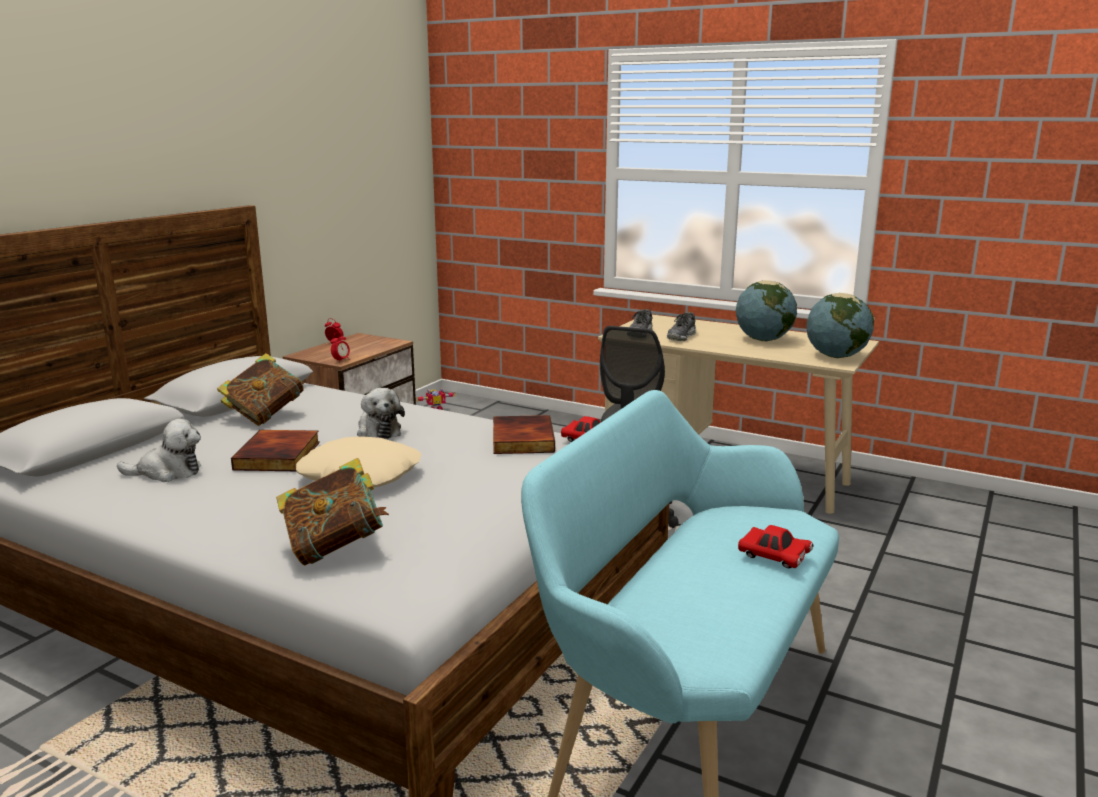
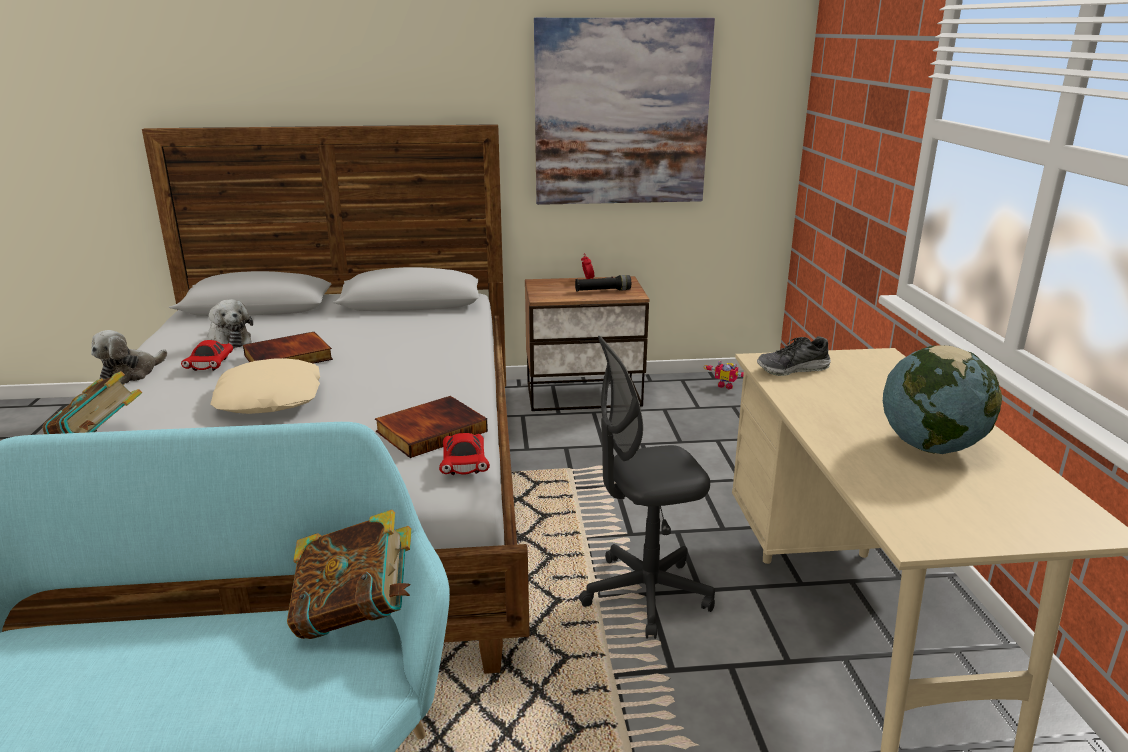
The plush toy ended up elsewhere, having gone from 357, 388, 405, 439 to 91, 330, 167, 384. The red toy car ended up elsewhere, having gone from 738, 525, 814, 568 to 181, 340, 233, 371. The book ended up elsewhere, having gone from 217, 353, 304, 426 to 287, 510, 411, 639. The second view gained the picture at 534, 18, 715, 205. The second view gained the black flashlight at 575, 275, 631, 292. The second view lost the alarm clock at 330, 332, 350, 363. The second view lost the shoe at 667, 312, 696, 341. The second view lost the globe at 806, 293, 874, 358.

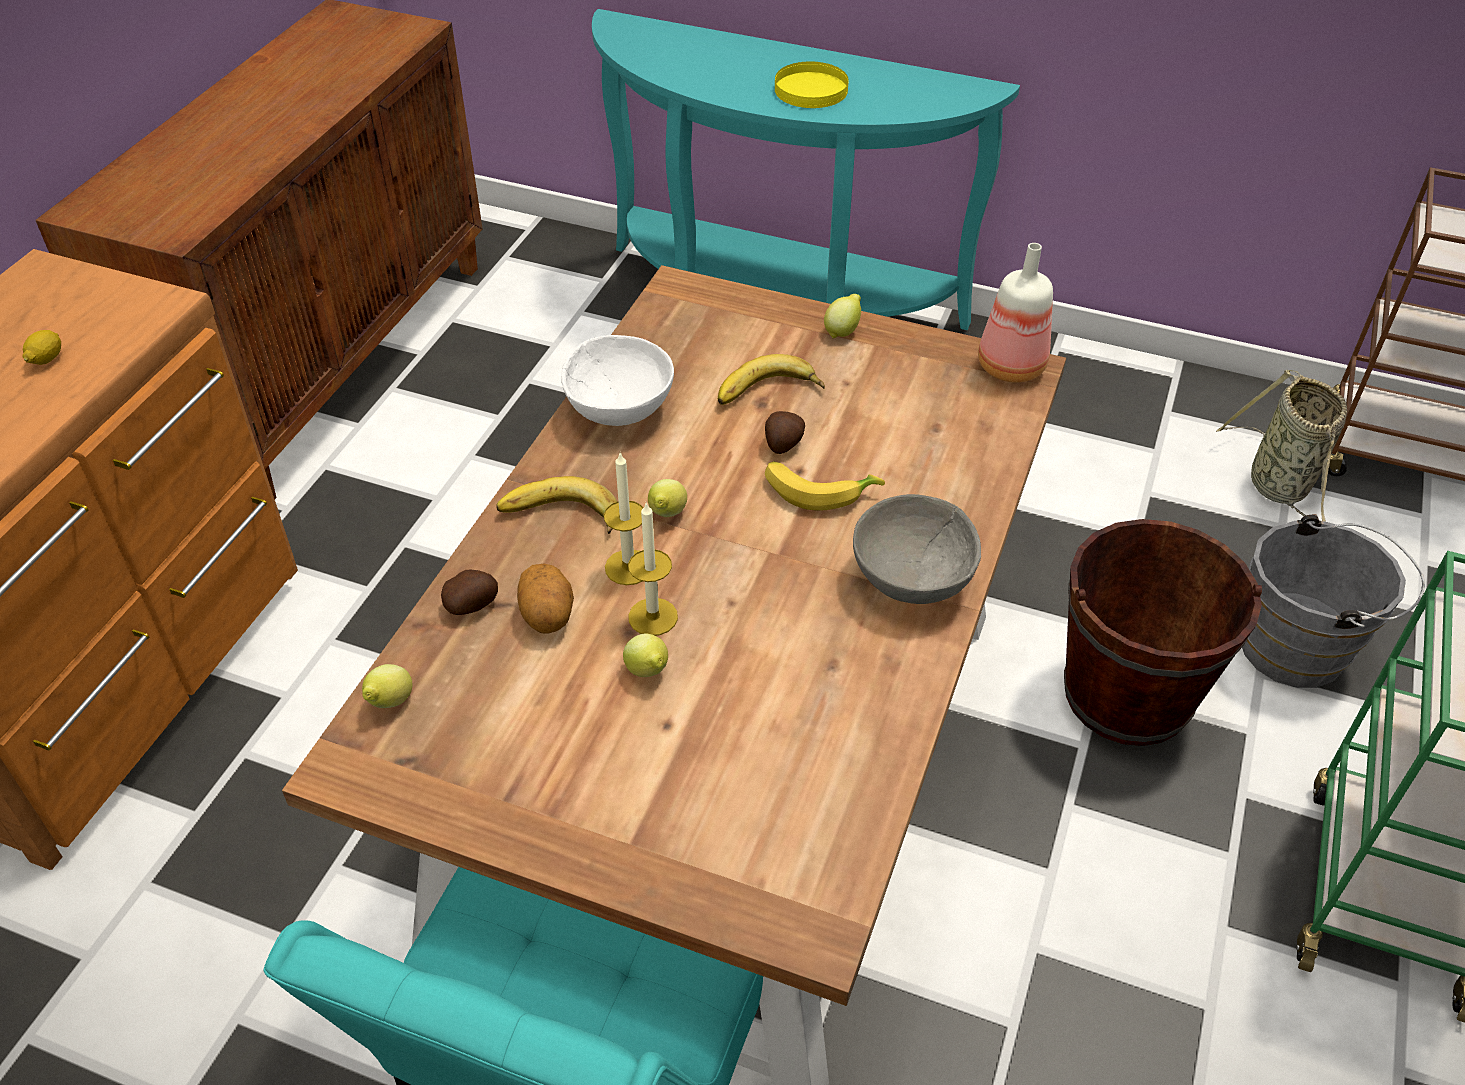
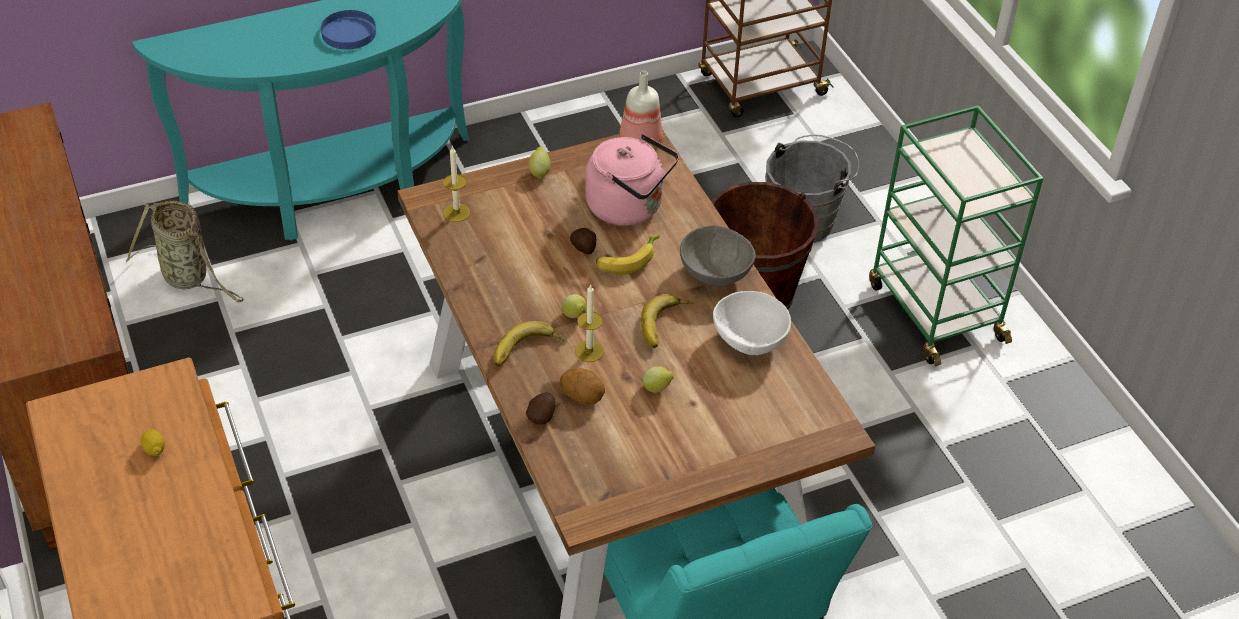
The basket ended up elsewhere, having gone from 1216, 370, 1347, 522 to 126, 201, 244, 302. What was the yellow plate at 775, 61, 849, 108 turned into the blue plate at 321, 10, 376, 50. The candle ended up elsewhere, having gone from 628, 502, 678, 636 to 443, 146, 470, 222. The second view gained the pink kettle at 585, 134, 679, 226. The banana ended up elsewhere, having gone from 718, 354, 825, 405 to 641, 294, 694, 348. The white bowl ended up elsewhere, having gone from 561, 335, 674, 426 to 713, 291, 791, 355. The second view lost the lemon at 362, 664, 412, 708.

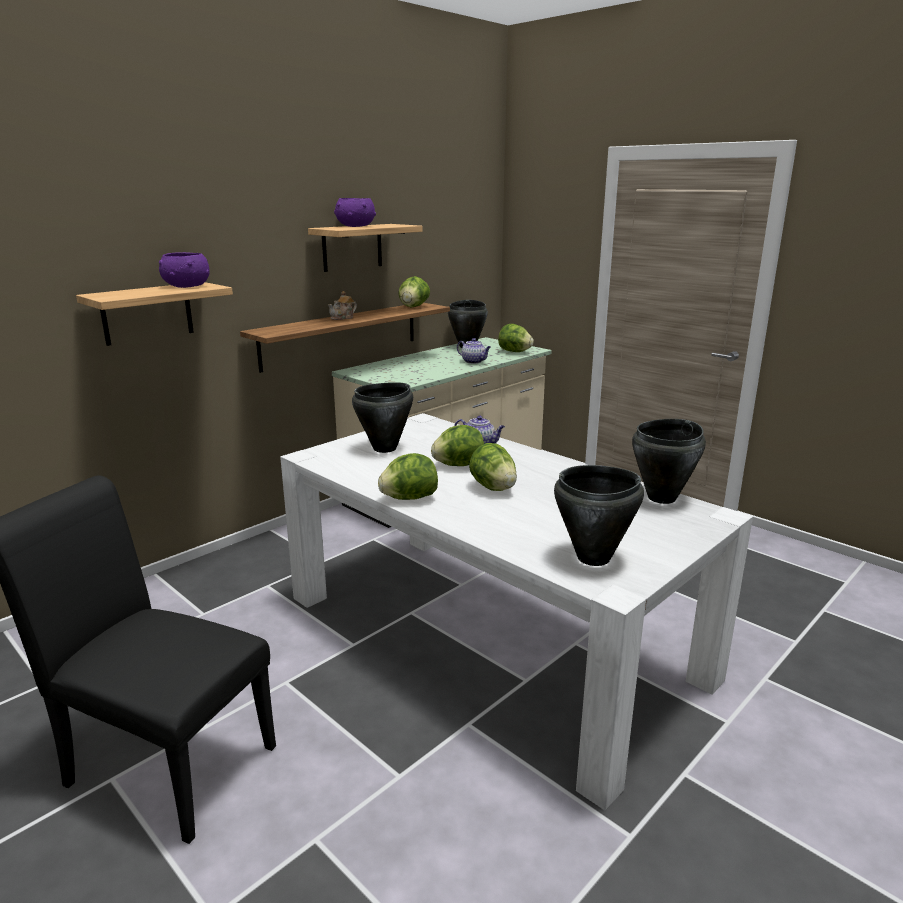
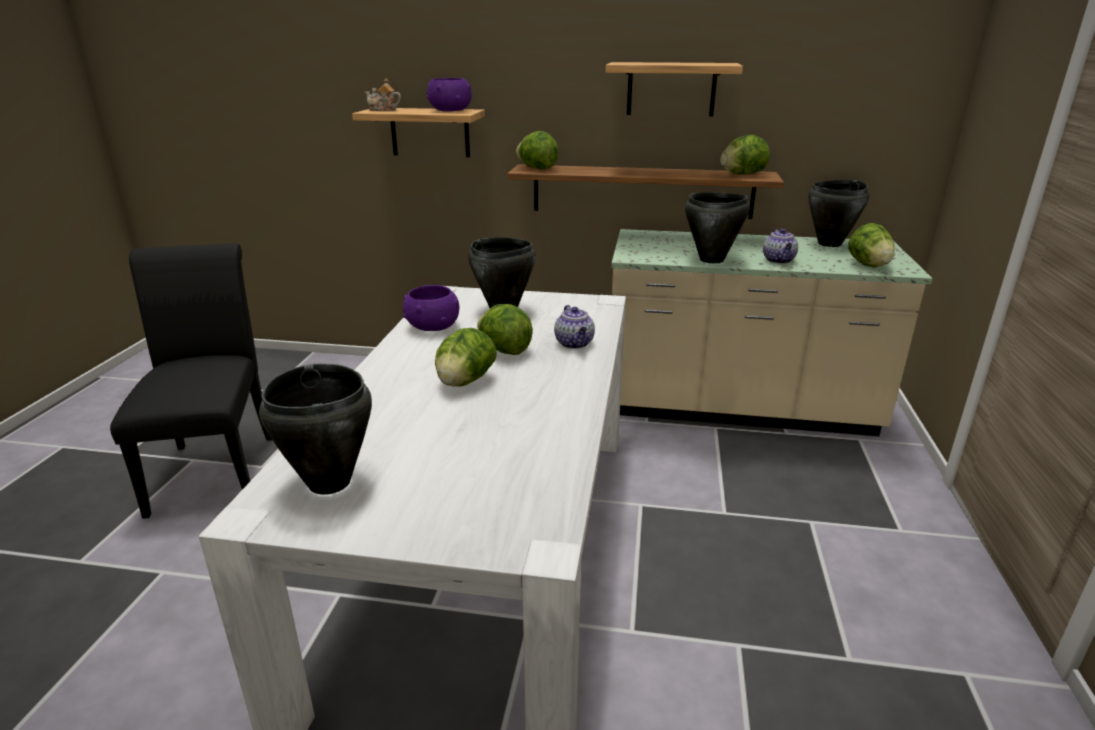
The teapot ended up elsewhere, having gone from 328, 291, 357, 320 to 365, 78, 401, 111. The purple bowl ended up elsewhere, having gone from 334, 198, 376, 227 to 403, 285, 459, 331. The lettuce ended up elsewhere, having gone from 378, 453, 438, 500 to 516, 131, 559, 169. The black cooking pot ended up elsewhere, having gone from 632, 419, 706, 504 to 685, 192, 750, 263.

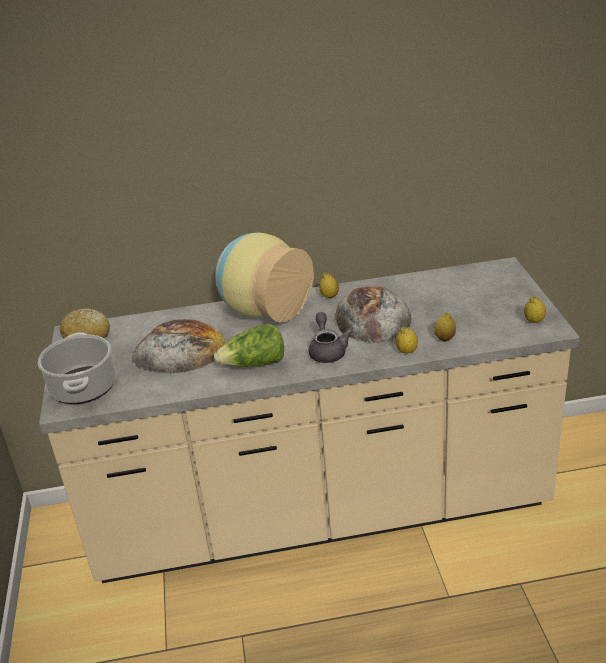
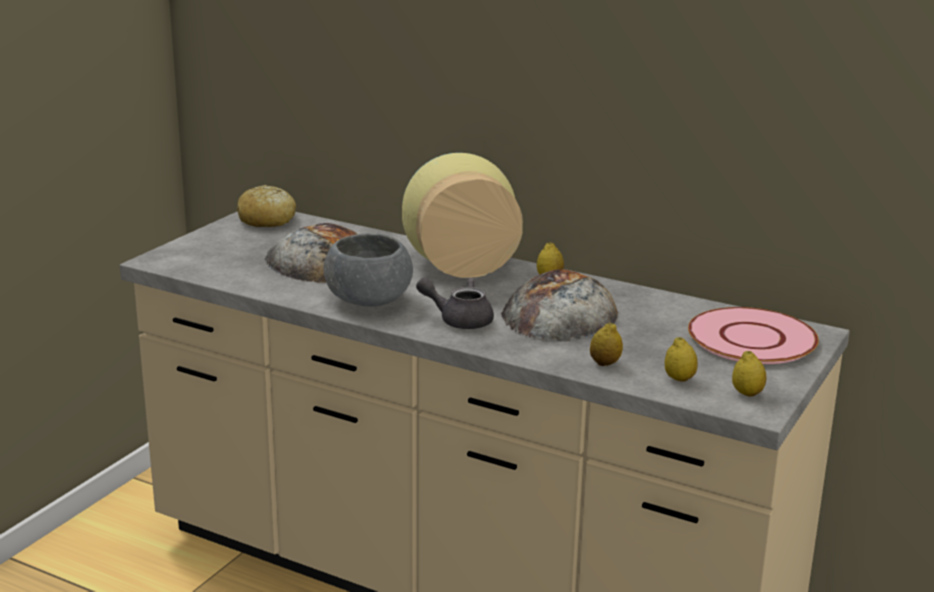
Where the lettuce stood at 214, 323, 284, 367, the grey bowl came to stand at 324, 233, 413, 307. The grey teapot at 309, 312, 352, 363 ended up facing another way, 105 degrees counterclockwise from before. The lemon ended up elsewhere, having gone from 396, 327, 418, 354 to 665, 337, 698, 382. The second view gained the pink plate at 688, 307, 819, 364. The second view lost the cooking pot at 38, 332, 116, 404.

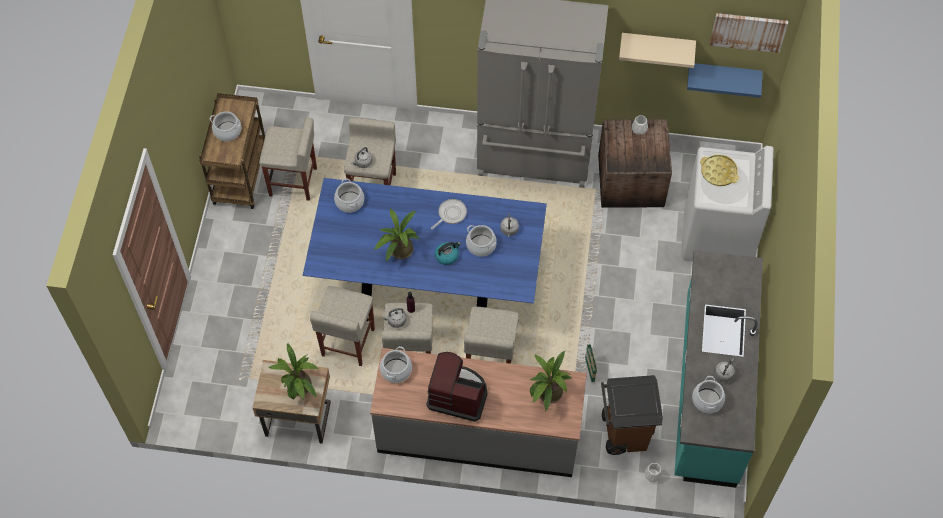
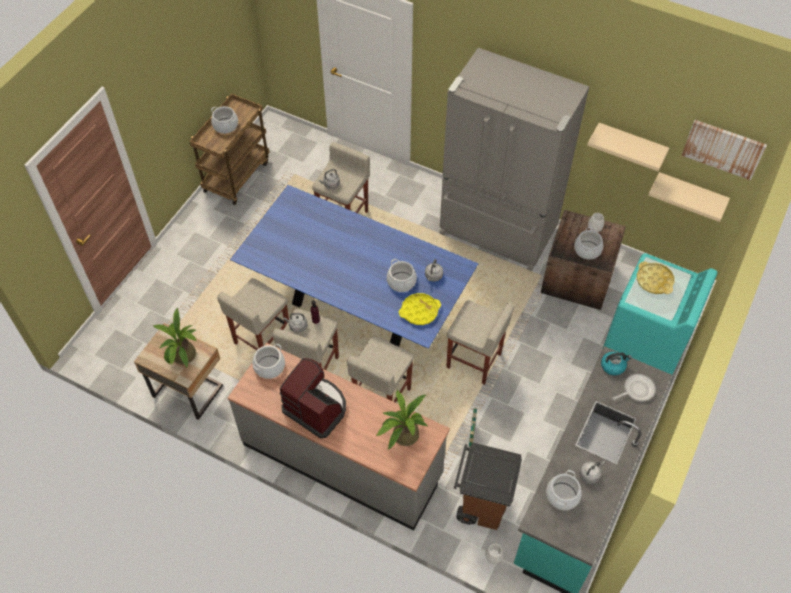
The second view gained the yellow tray at 399, 293, 441, 325. The beige stool ended up elsewhere, having gone from 259, 117, 317, 201 to 446, 300, 514, 385. The cooking pot ended up elsewhere, having gone from 334, 178, 364, 213 to 574, 227, 603, 260. The kettle ended up elsewhere, having gone from 435, 242, 461, 265 to 601, 352, 632, 375. What was the white washing machine at 681, 146, 774, 262 turned into the turquoise washing machine at 602, 253, 717, 379. The frying pan ended up elsewhere, having gone from 431, 199, 467, 230 to 612, 374, 656, 402. What was the blue shelf at 687, 63, 763, 98 turned into the beige shelf at 648, 172, 730, 222. The second view lost the potted plant at 373, 209, 419, 261.

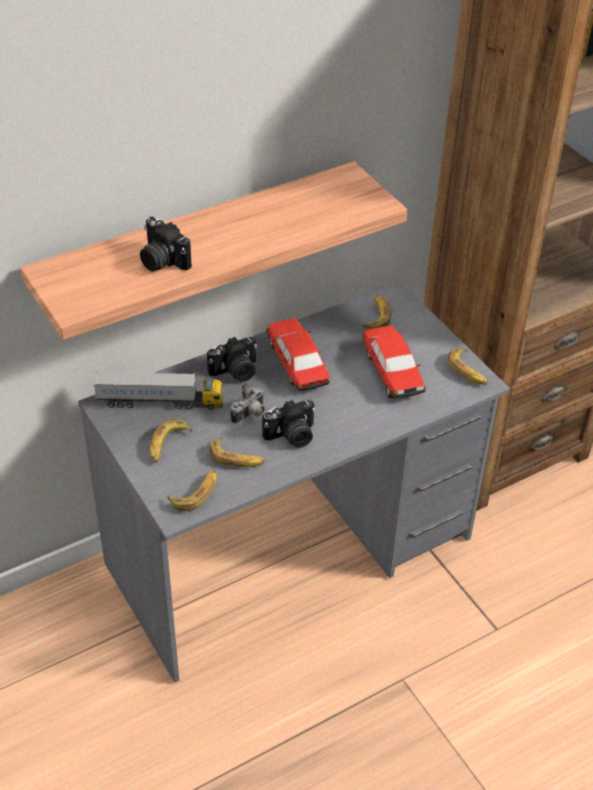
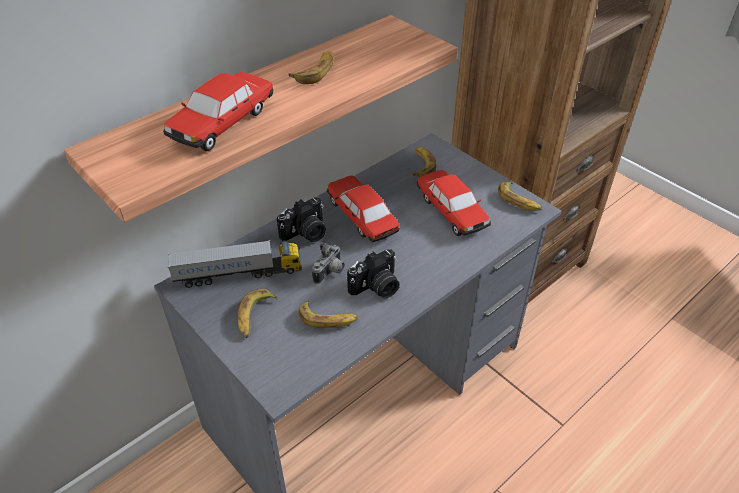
Where the photo camera stood at 140, 217, 192, 271, the toy car came to stand at 163, 72, 274, 151. The banana ended up elsewhere, having gone from 167, 471, 217, 511 to 288, 52, 334, 84.

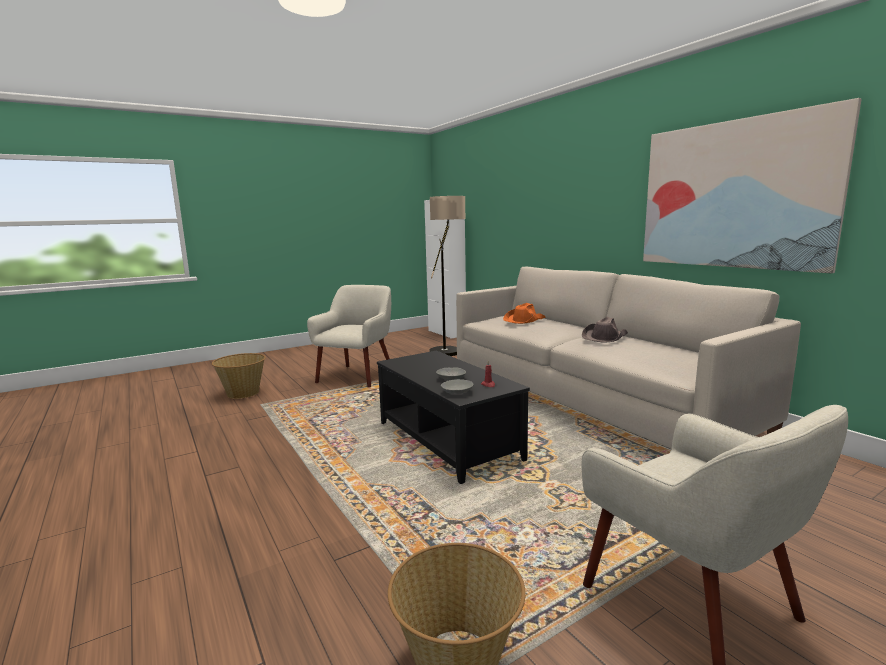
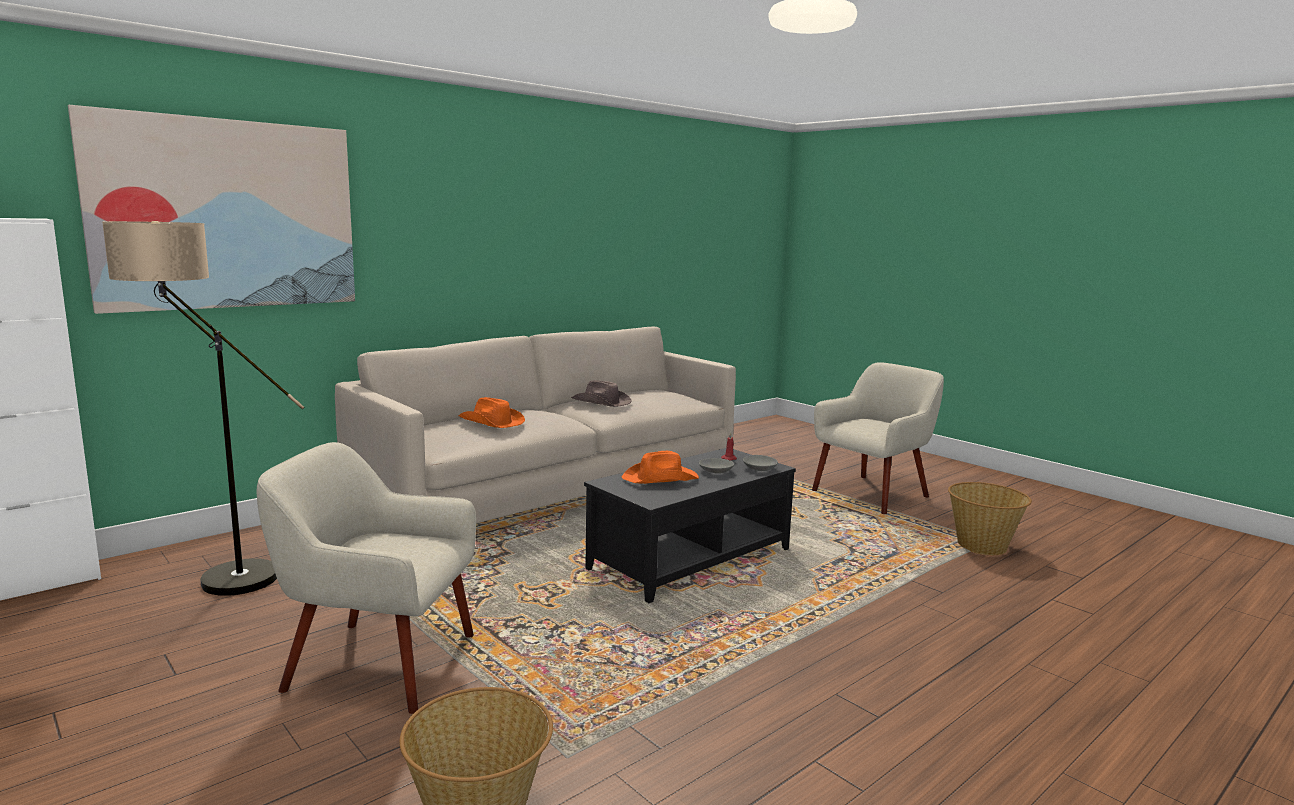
The picture ended up elsewhere, having gone from 643, 98, 862, 273 to 68, 105, 355, 314. The second view gained the orange hat at 622, 451, 699, 484.

